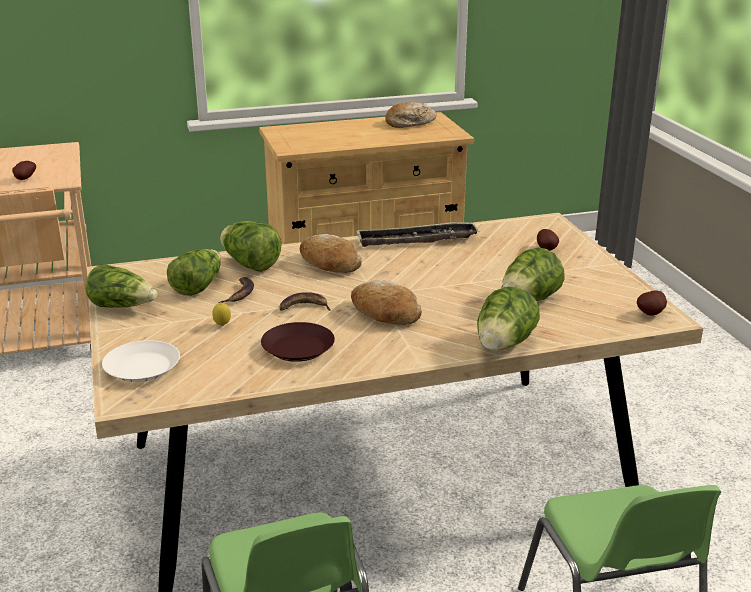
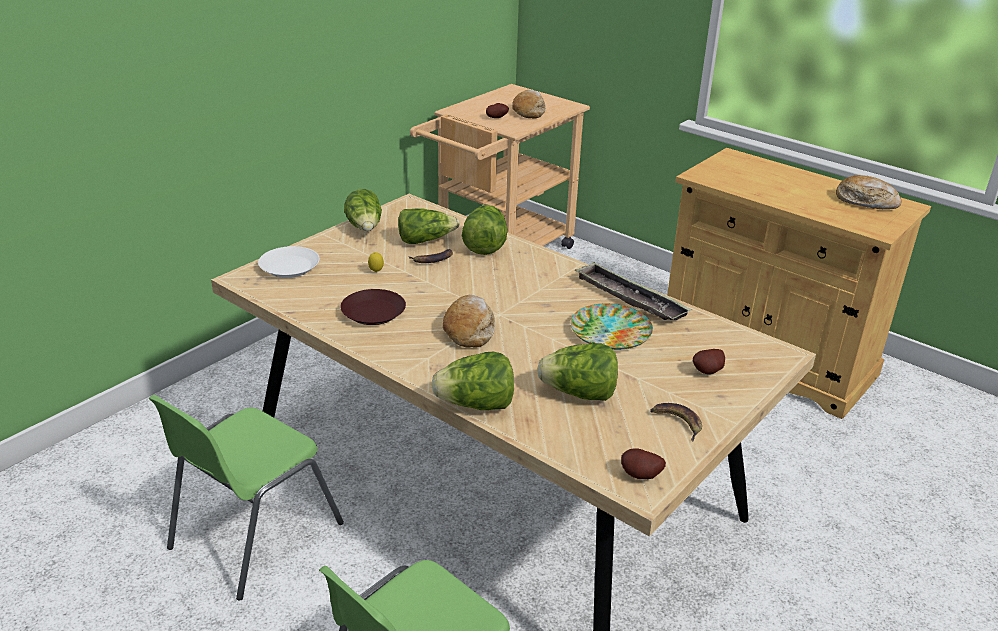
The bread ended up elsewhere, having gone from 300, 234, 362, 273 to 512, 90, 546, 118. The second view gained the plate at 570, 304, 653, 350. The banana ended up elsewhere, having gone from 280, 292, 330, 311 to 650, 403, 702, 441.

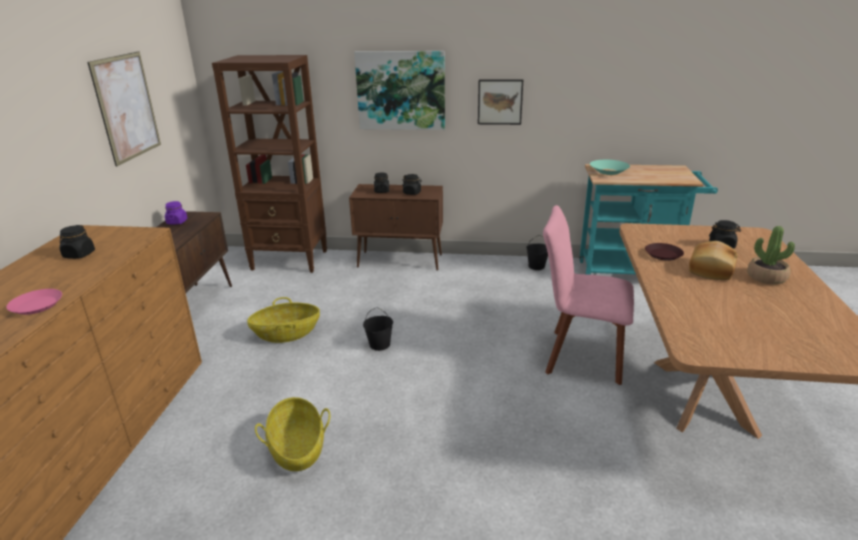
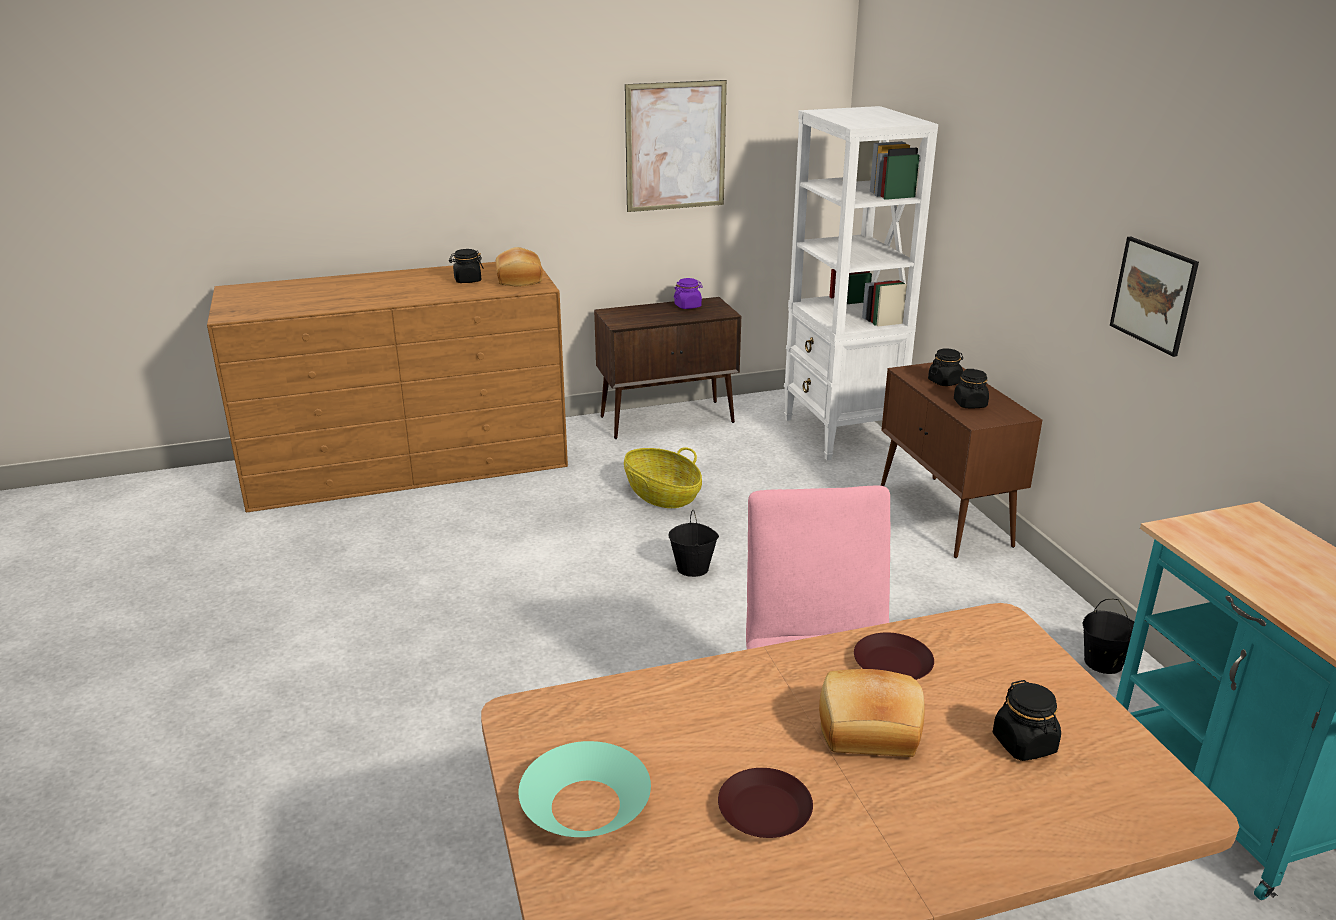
The second view gained the bread at 495, 247, 543, 286. The turquoise bowl ended up elsewhere, having gone from 590, 160, 630, 175 to 518, 741, 651, 837. The second view gained the brown plate at 718, 768, 813, 838. What was the brown bookcase at 212, 55, 327, 273 turned into the white bookcase at 784, 106, 938, 461. The second view lost the pink plate at 6, 289, 62, 315. The second view lost the basket at 255, 397, 330, 471. The second view lost the picture at 354, 51, 445, 130. The second view lost the potted plant at 748, 226, 795, 285.

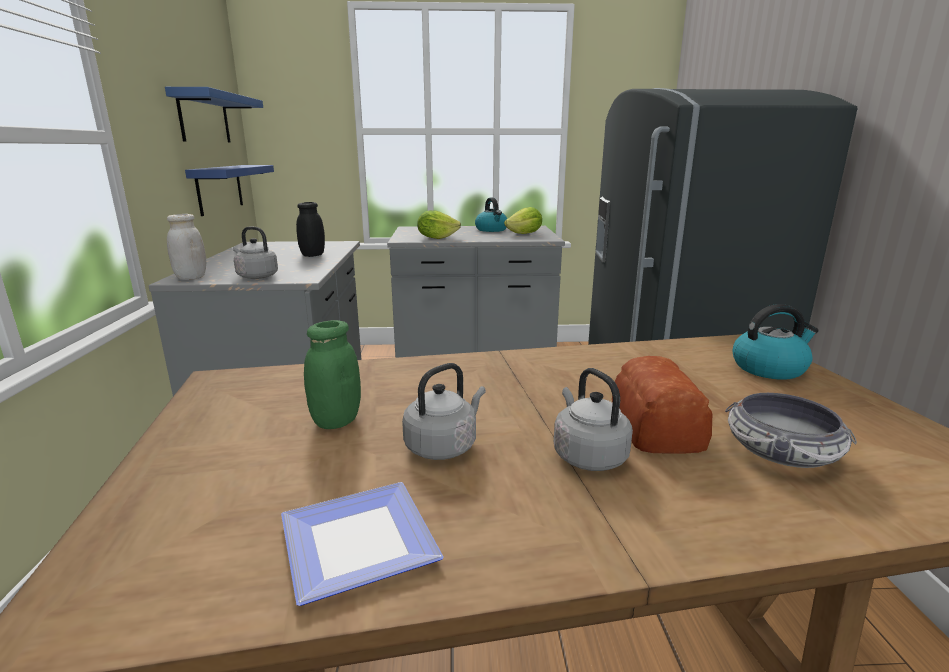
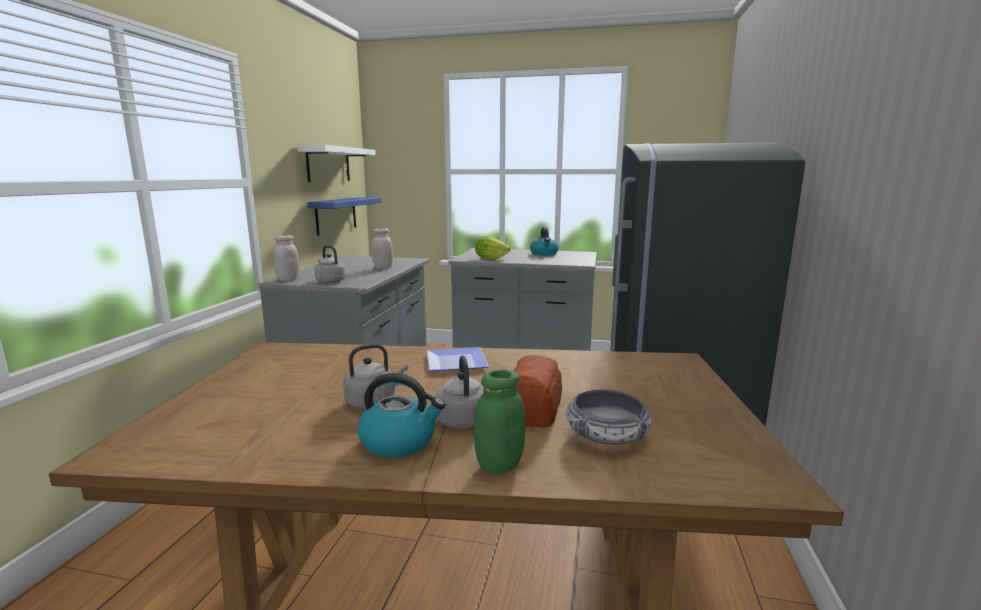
What was the blue shelf at 165, 87, 263, 143 turned into the white shelf at 297, 145, 376, 182. The kettle ended up elsewhere, having gone from 733, 304, 819, 380 to 357, 373, 445, 458. What was the black jar at 296, 202, 325, 257 turned into the white jar at 372, 228, 393, 269. The plate ended up elsewhere, having gone from 281, 482, 444, 606 to 426, 347, 489, 371. The green jar ended up elsewhere, having gone from 304, 320, 361, 429 to 474, 370, 525, 474. The second view lost the lettuce at 504, 207, 542, 234.

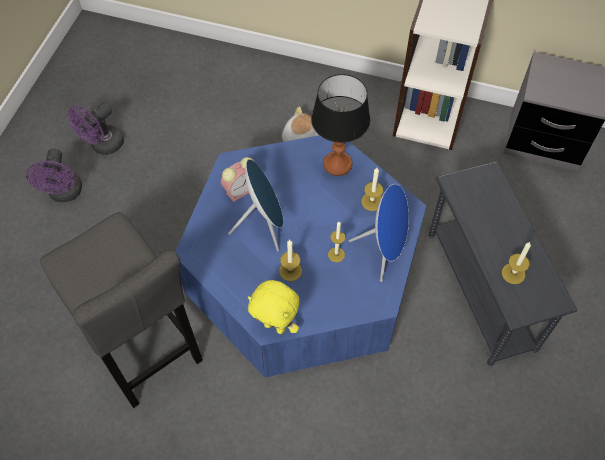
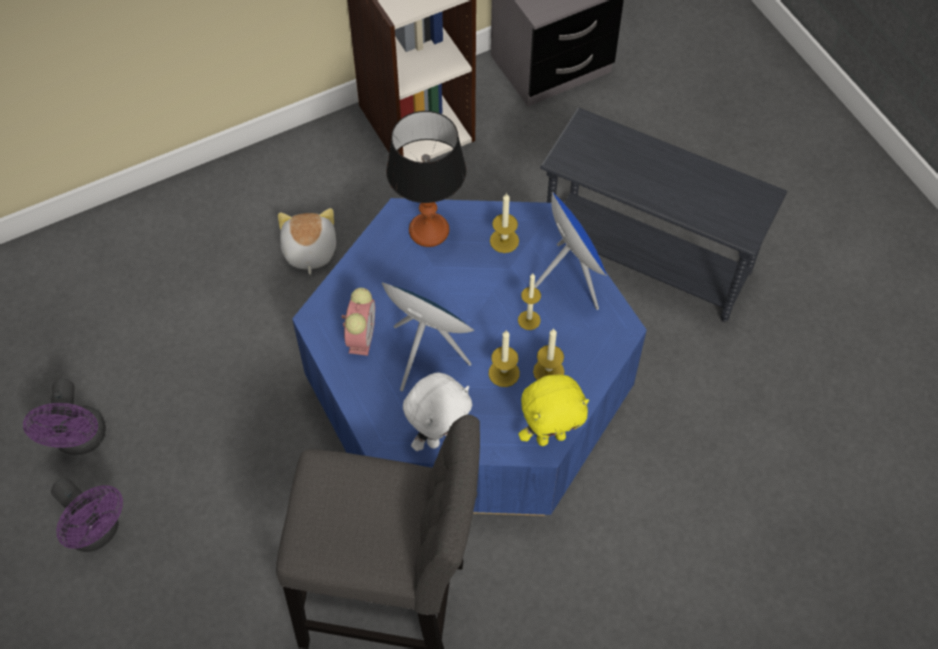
The second view gained the white plush toy at 403, 373, 472, 451. The candle ended up elsewhere, having gone from 502, 242, 531, 284 to 533, 328, 565, 380.

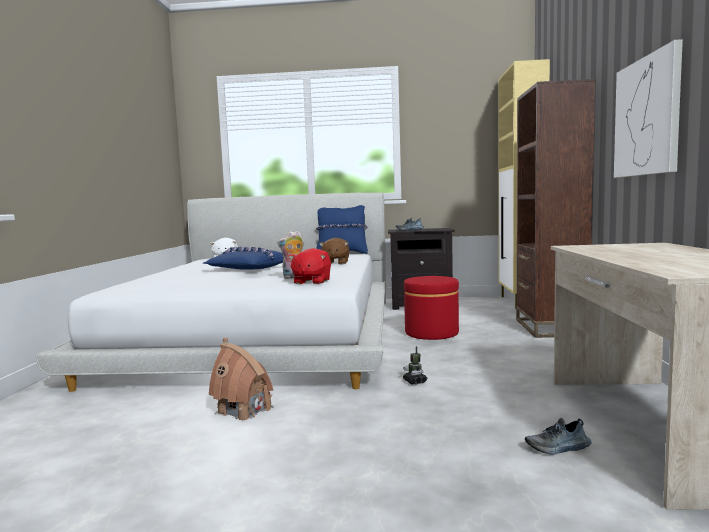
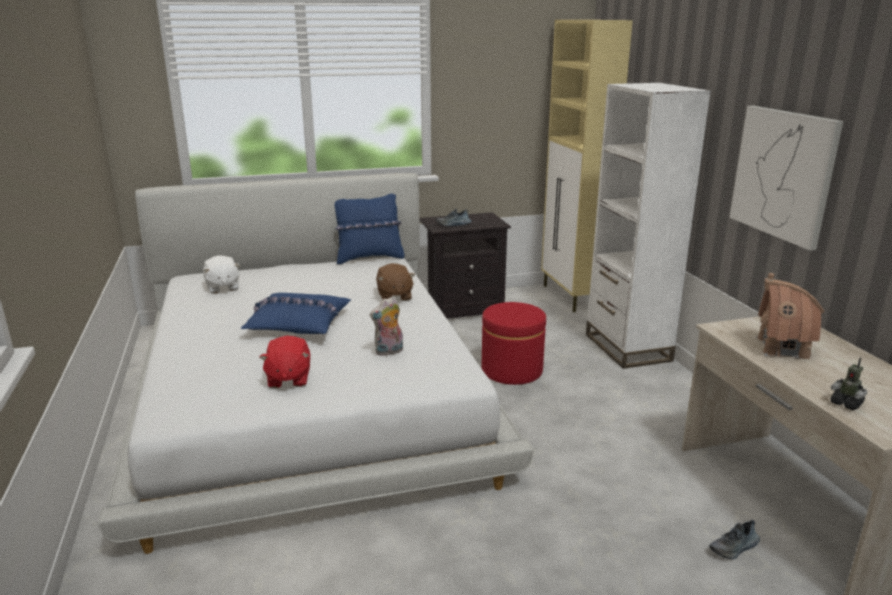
The red plush toy ended up elsewhere, having gone from 289, 248, 331, 284 to 259, 336, 310, 388. What was the brown bookcase at 516, 79, 596, 338 turned into the white bookcase at 586, 83, 711, 369. The toy house ended up elsewhere, having gone from 209, 337, 274, 420 to 755, 273, 825, 359. The toy robot ended up elsewhere, having gone from 403, 346, 427, 385 to 830, 357, 867, 410.

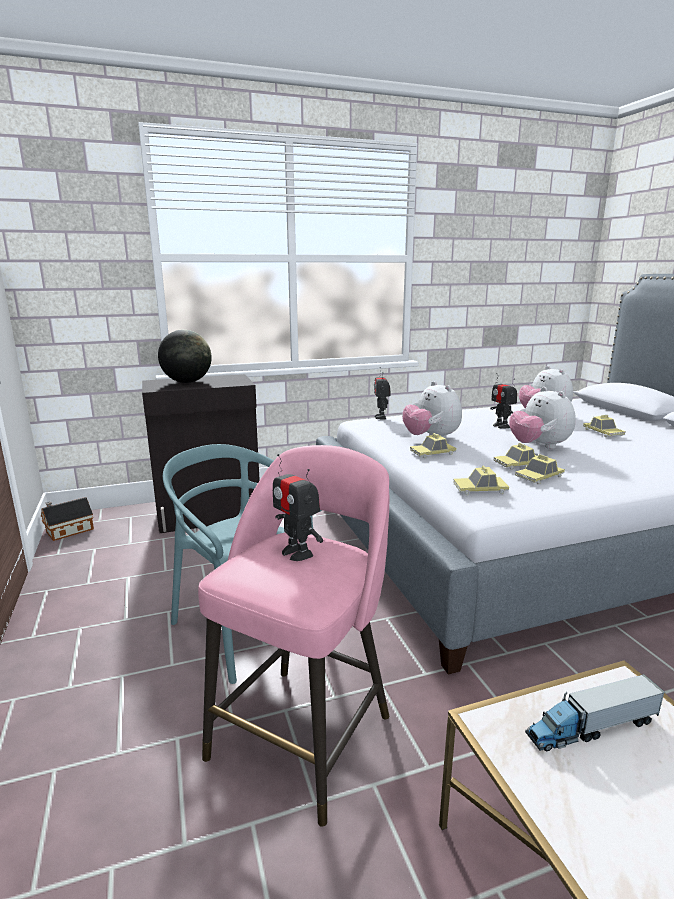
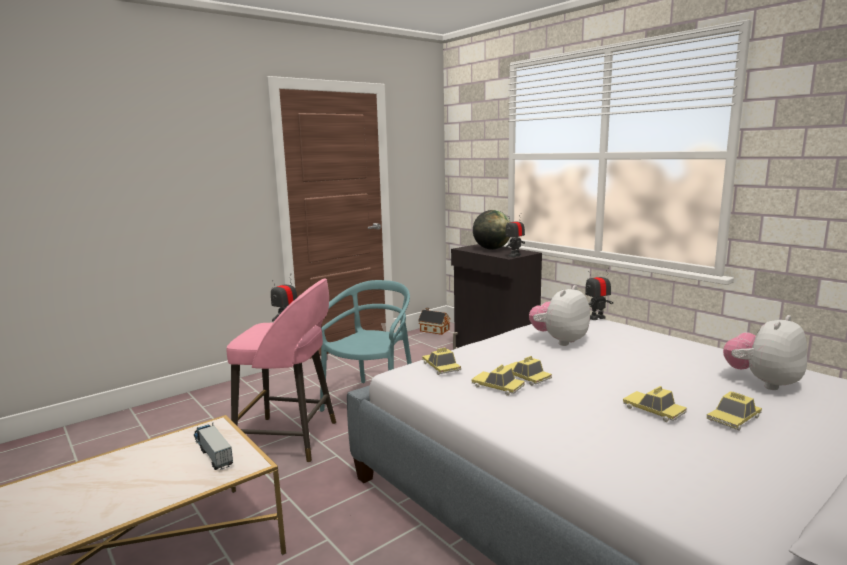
The toy robot ended up elsewhere, having gone from 490, 373, 517, 429 to 505, 216, 525, 257. The toy car ended up elsewhere, having gone from 410, 433, 457, 459 to 623, 386, 687, 422. The second view lost the plush toy at 509, 387, 576, 449.

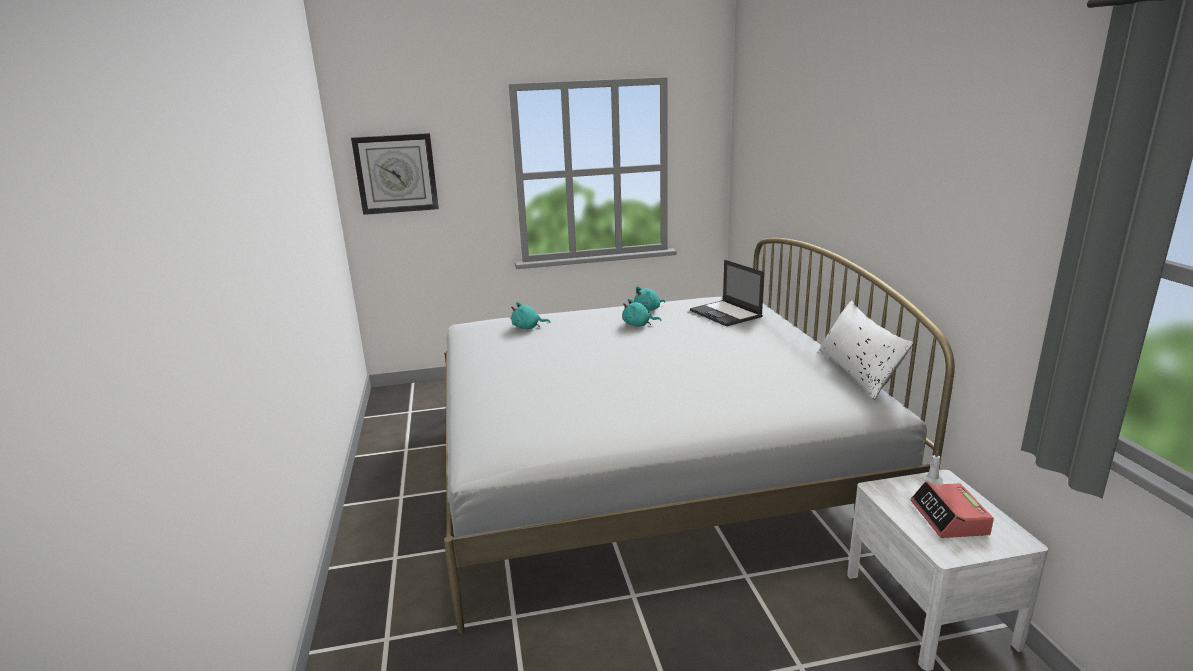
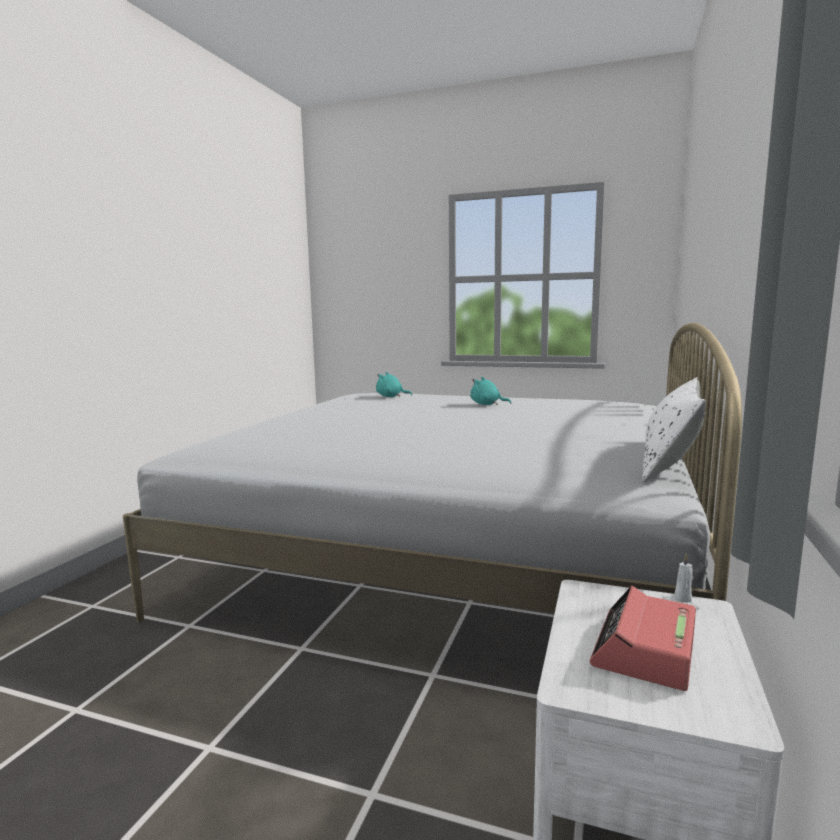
The second view lost the wall clock at 351, 133, 439, 215. The second view lost the turquoise plush toy at 634, 286, 665, 311. The second view lost the laptop at 690, 260, 764, 327.

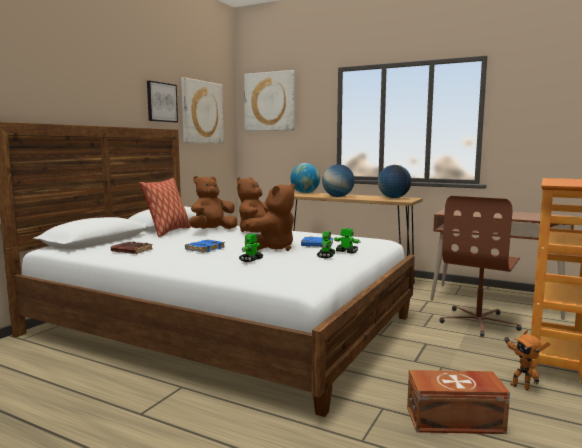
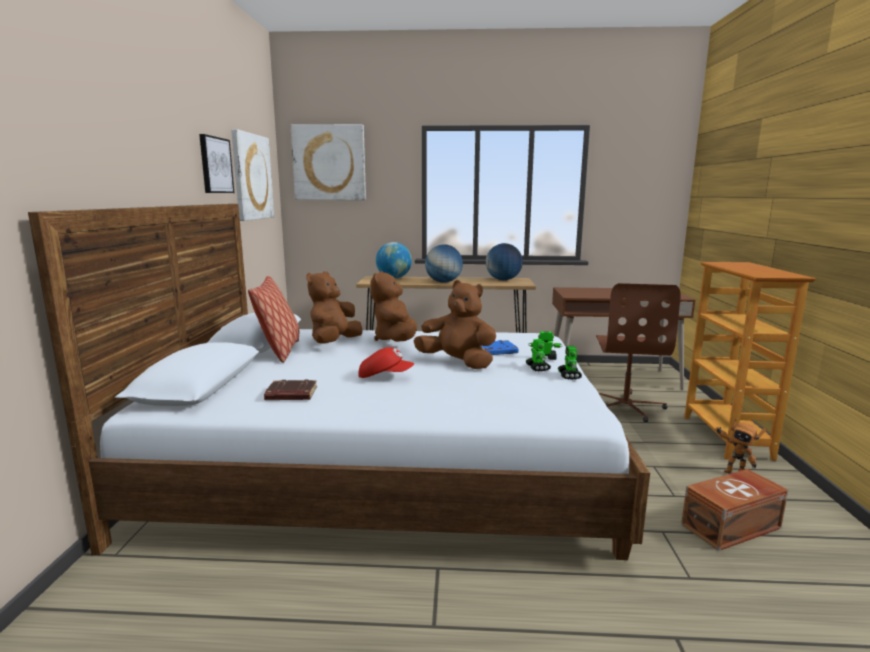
Where the blue book stood at 185, 240, 225, 253, the red cap came to stand at 358, 347, 414, 378. The brown plush toy at 245, 183, 295, 251 ended up facing another way, 75 degrees counterclockwise from before. The toy robot ended up elsewhere, having gone from 239, 234, 263, 262 to 558, 346, 582, 380.

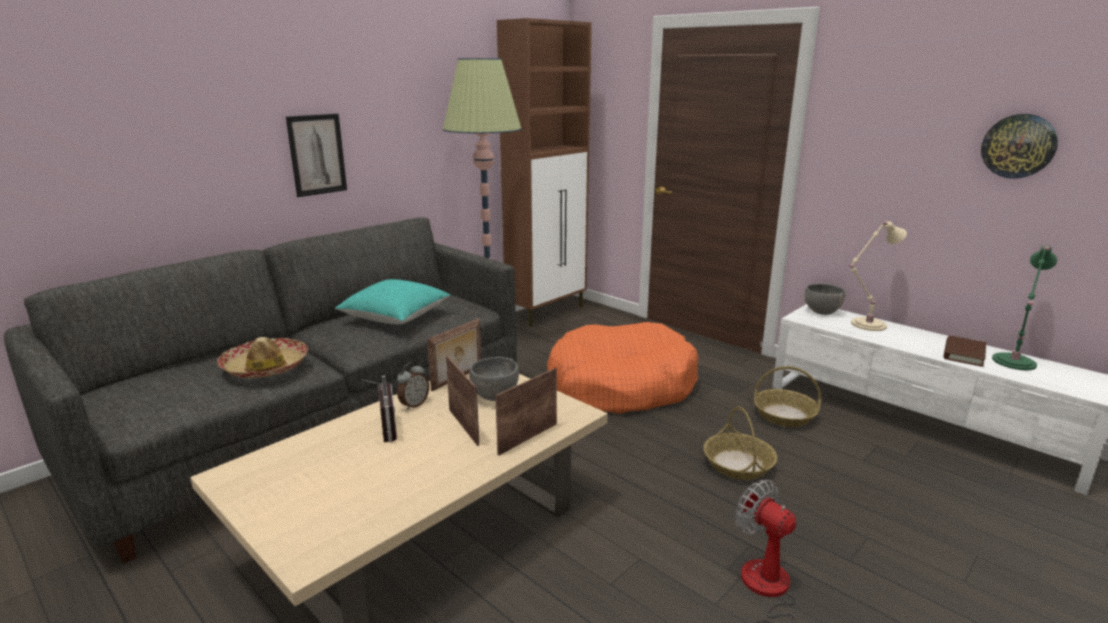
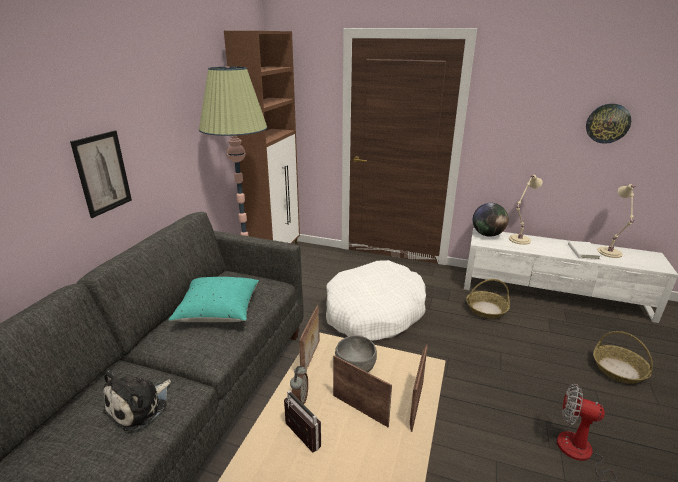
Where the hat stood at 217, 337, 308, 378, the plush toy came to stand at 103, 371, 171, 431. What was the orange dog bed at 547, 322, 698, 414 turned into the white dog bed at 326, 260, 426, 341. Where the grey bowl stood at 804, 284, 846, 315, the globe came to stand at 473, 203, 508, 237. What was the brown book at 944, 336, 986, 367 turned into the white book at 568, 241, 602, 260. The basket ended up elsewhere, having gone from 703, 406, 777, 480 to 593, 331, 653, 384. What was the green table lamp at 992, 245, 1057, 370 turned into the beige table lamp at 597, 184, 635, 258.

